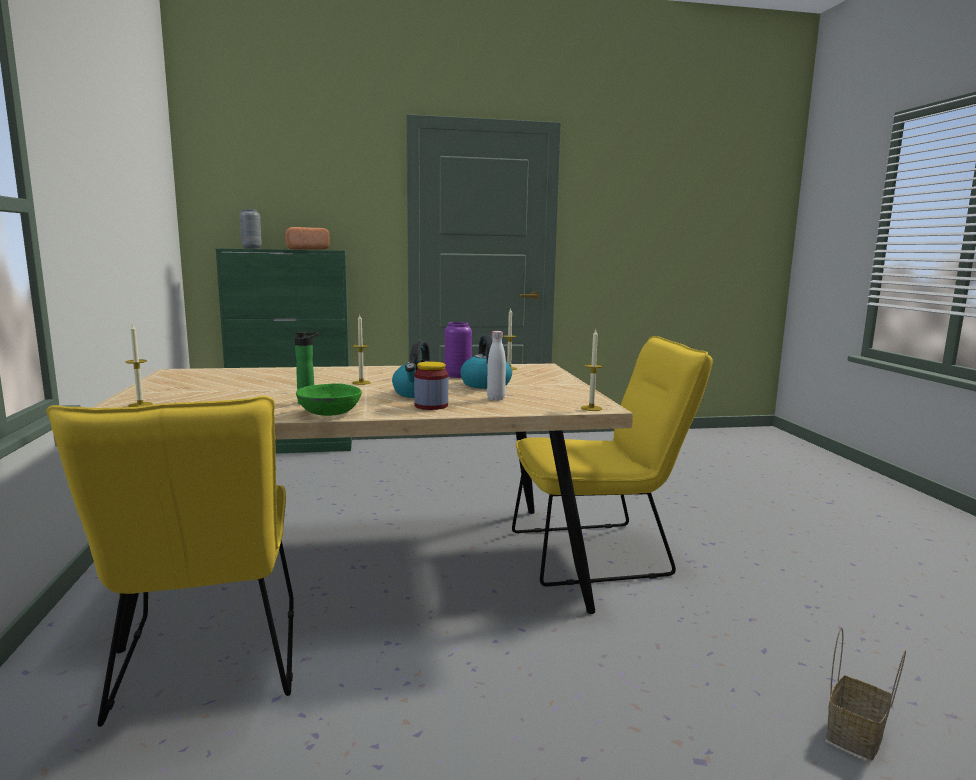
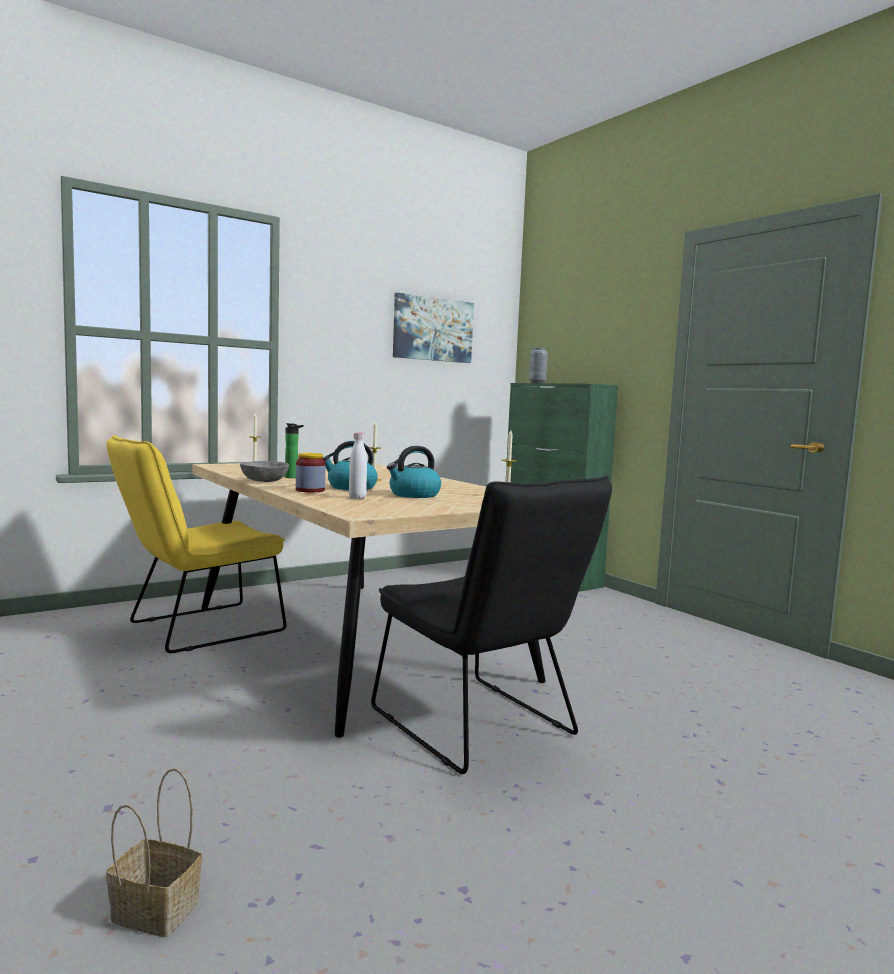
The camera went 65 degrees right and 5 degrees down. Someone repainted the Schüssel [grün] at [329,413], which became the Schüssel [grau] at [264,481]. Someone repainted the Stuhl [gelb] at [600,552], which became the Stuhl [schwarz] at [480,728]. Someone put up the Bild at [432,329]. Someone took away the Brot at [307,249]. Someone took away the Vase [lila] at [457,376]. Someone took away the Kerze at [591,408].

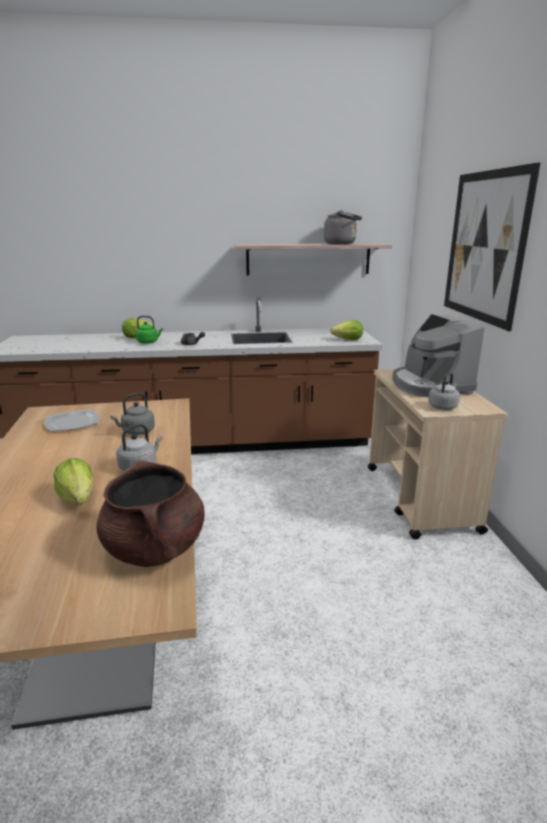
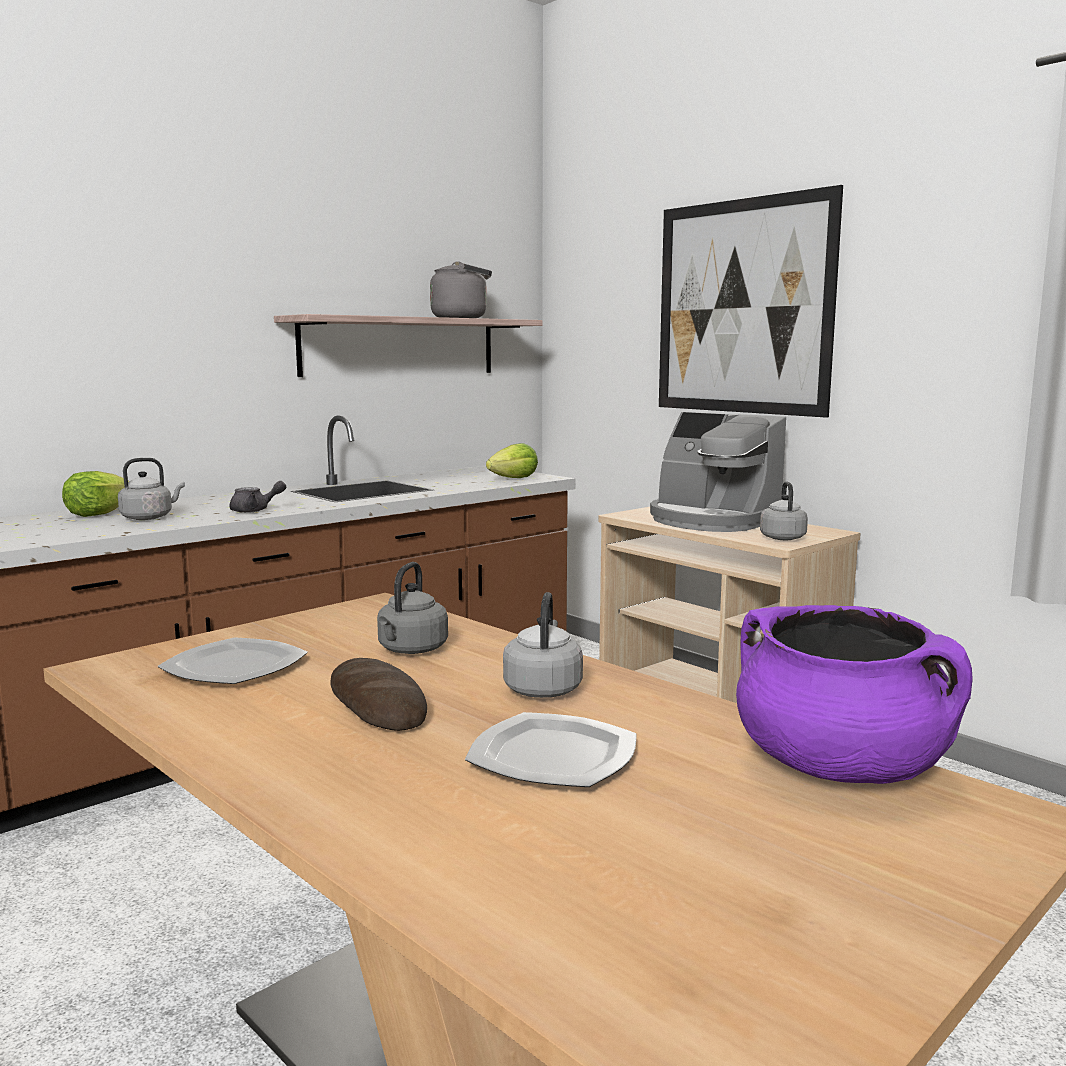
The camera went 35 degrees left and 10 degrees down. Someone repainted the Wasserkessel [grün] at [148,342], which became the Wasserkessel [grau] at [149,517]. Someone put down the Brot at [377,704]. Someone swapped the Salatkopf at [78,498] for the Teller at [552,755]. Someone repainted the Kochtopf [braun] at [155,549], which became the Kochtopf [lila] at [840,767].

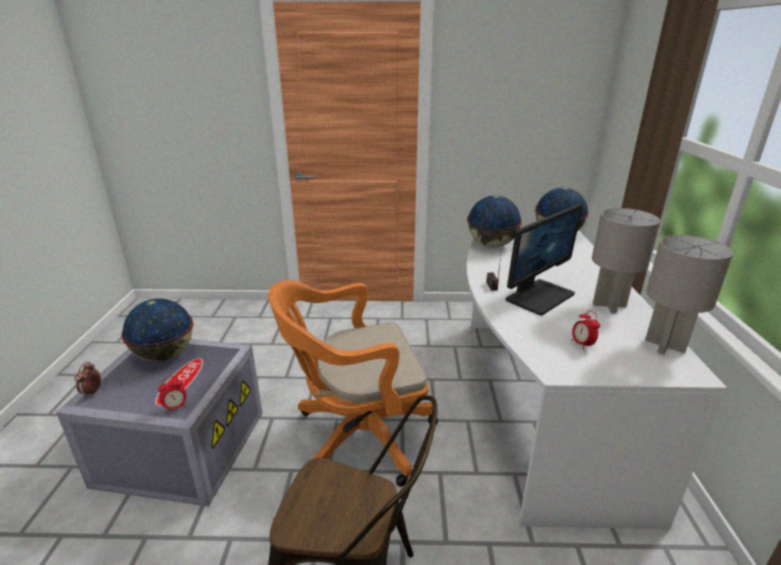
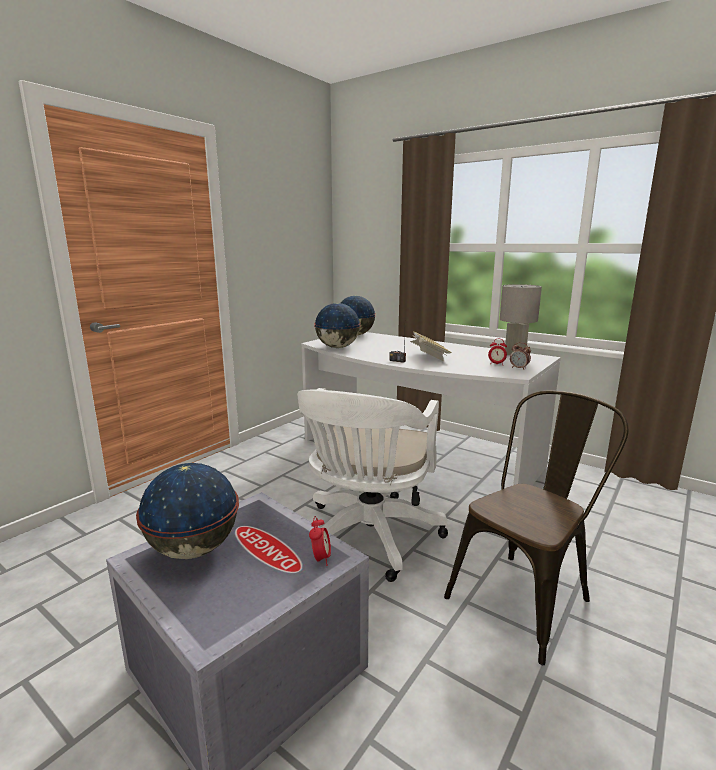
The camera went 55 degrees left and 10 degrees down. Someone repainted the Bürostuhl [orange] at [357,436], which became the Bürostuhl [weiß] at [368,538]. Someone swapped the Monitor at [539,296] for the Buch at [429,357]. Someone carried the Wecker from [92,392] to [519,368]. Someone took away the Tischlampe [grau] at [609,305].

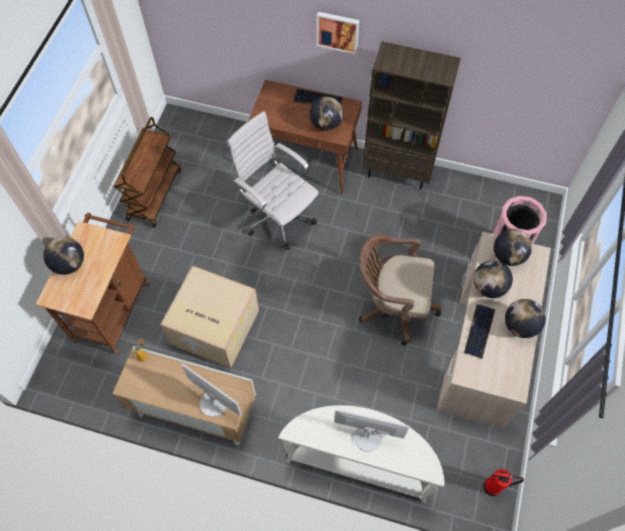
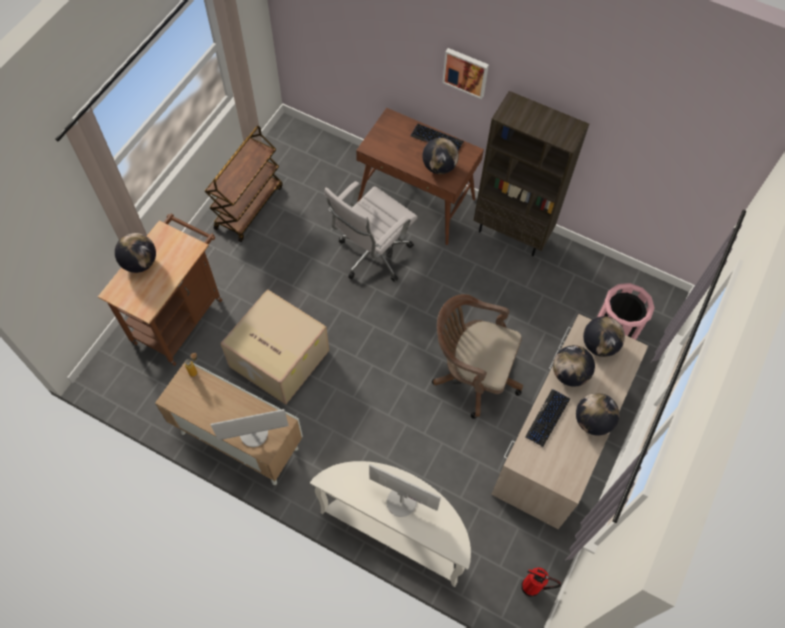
The camera went 10 degrees right and 0 degrees up. Someone rotated the Monitor at [214,402] by 120 degrees clockwise. Someone rotated the Bürostuhl [weiß] at [277,217] by 105 degrees counterclockwise.

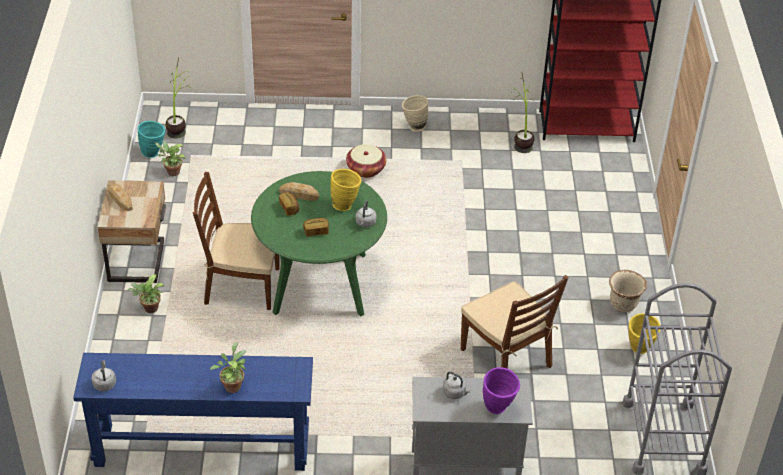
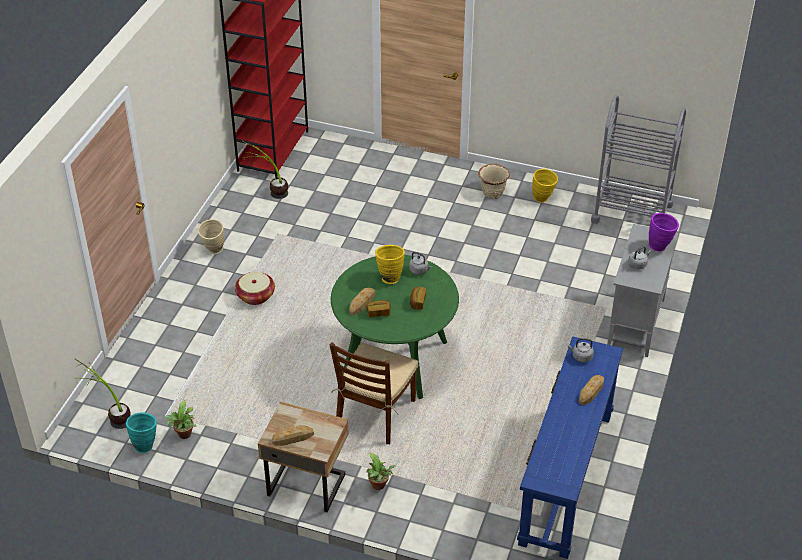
The camera went 70 degrees left and 0 degrees up. Someone carried the Wasserkessel [grau] from [104,383] to [581,357]. Someone swapped the Topfpflanze at [232,385] for the Brot at [591,391]. Someone took away the Stuhl [braun] at [506,358].

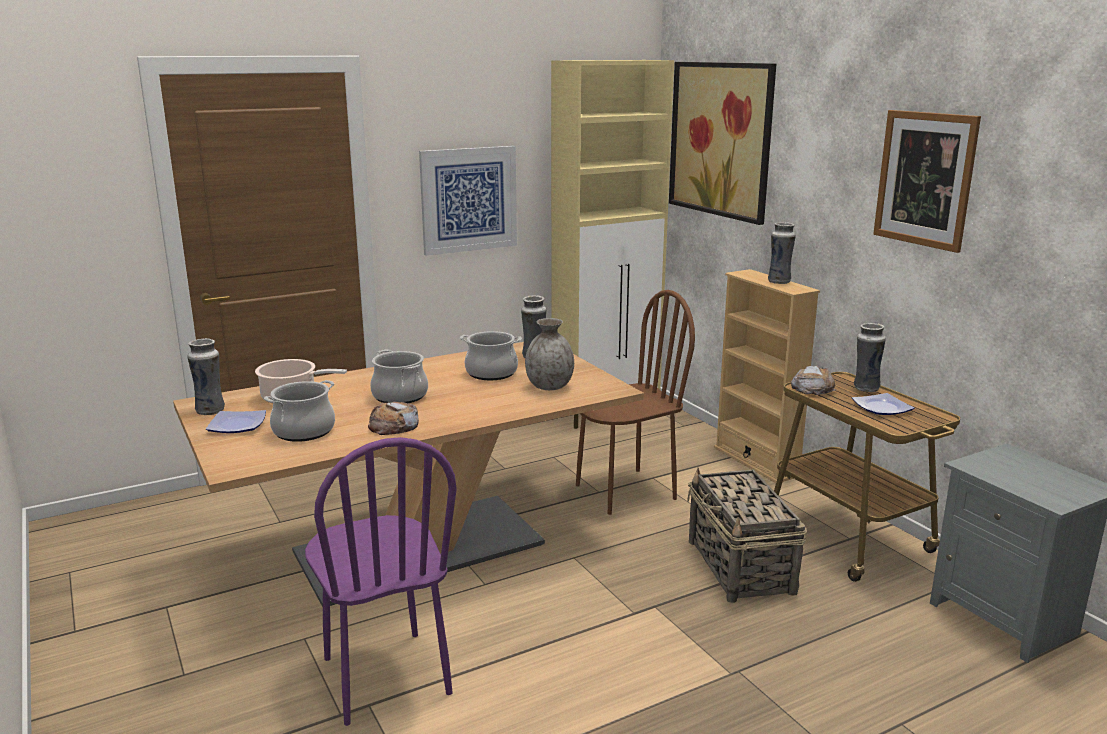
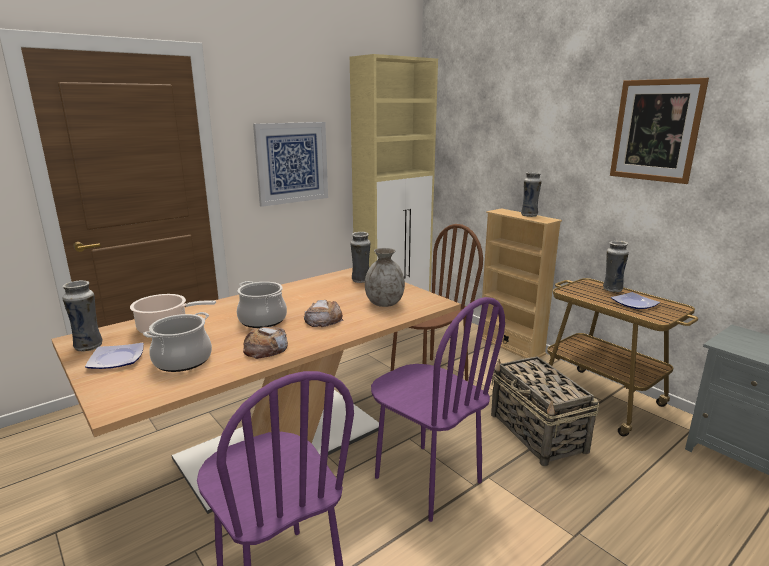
The camera went 10 degrees left and 0 degrees up. Someone carried the Brot from [812,387] to [323,319]. Someone put down the Stuhl [lila] at [427,480]. Someone took away the Kochtopf at [491,373]. Someone took away the Bild at [721,139].

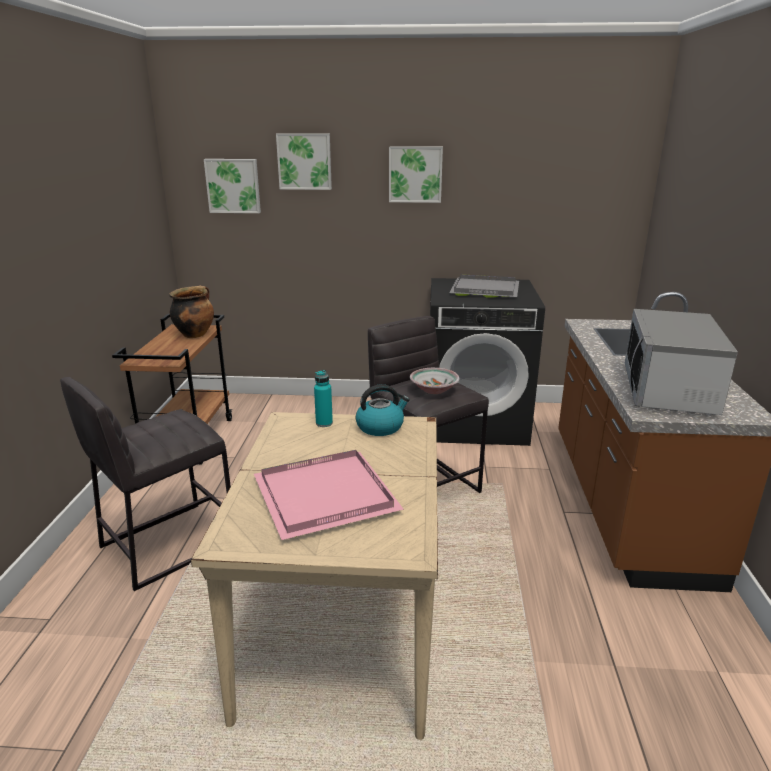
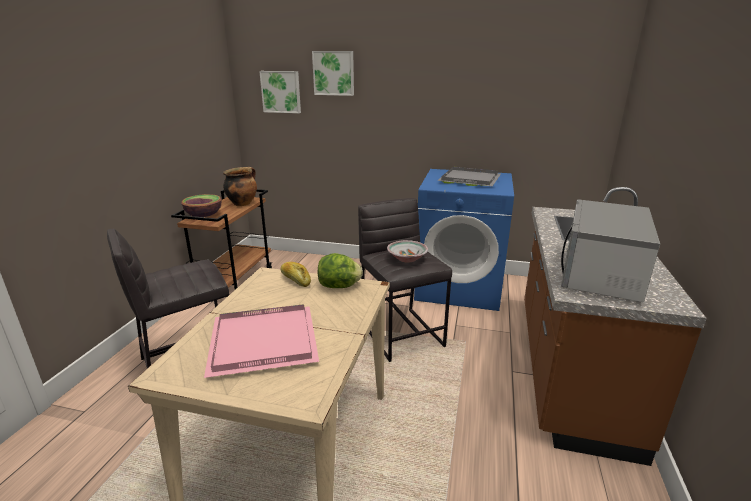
The camera went 10 degrees right and 0 degrees up. Someone put down the Schüssel at [203,215]. Someone swapped the Flasche [türkis] at [324,423] for the Brot at [295,279]. Someone swapped the Wasserkessel at [380,427] for the Salatkopf at [339,286]. Someone repainted the Waschmaschine [schwarz] at [476,421], which became the Waschmaschine [blau] at [459,287]. Someone took away the Bild at [415,174].

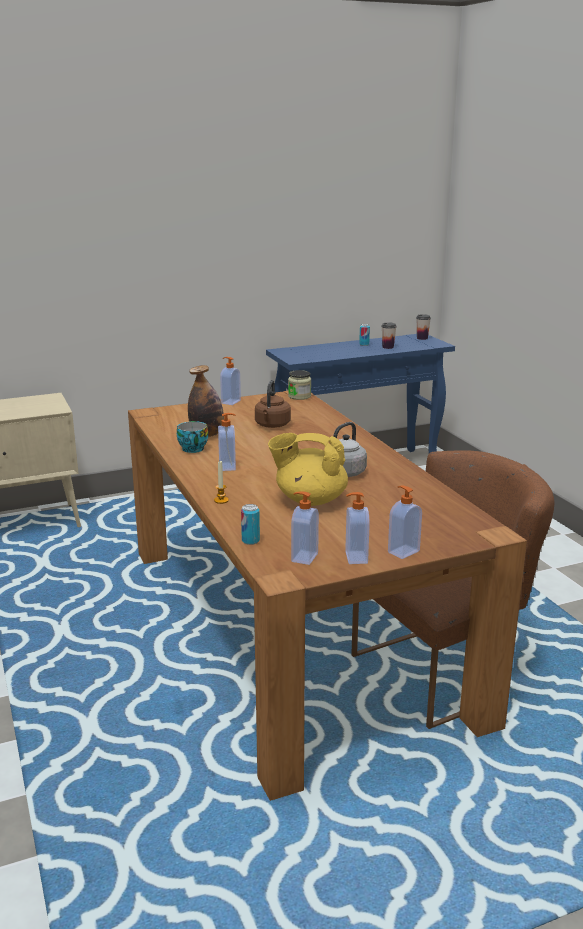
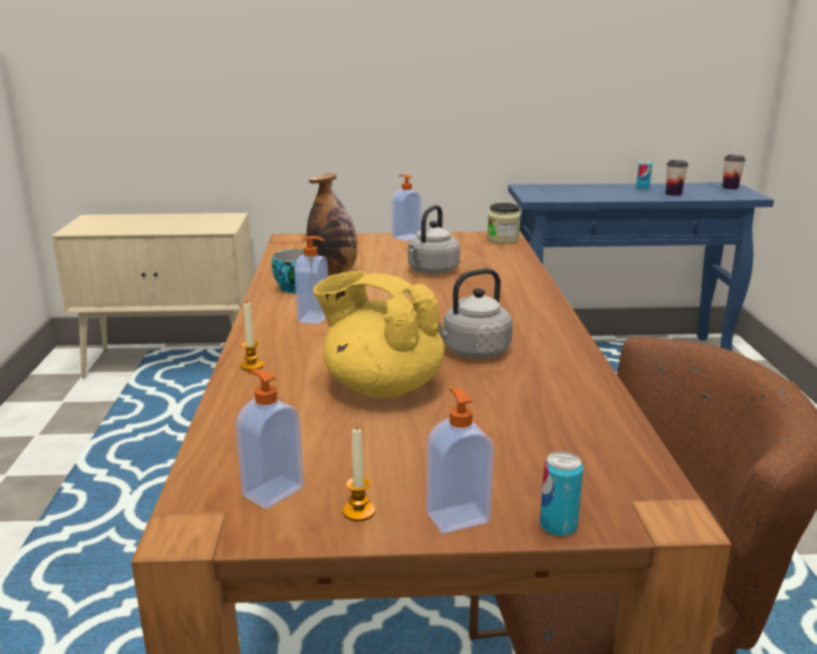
The camera went 20 degrees right and 0 degrees up. Someone swapped the Seifenspender at [355,558] for the Kerze at [359,511]. Someone repainted the Wasserkessel [braun] at [272,425], which became the Wasserkessel [grau] at [431,271]. Someone carried the Dose from [250,541] to [558,526].

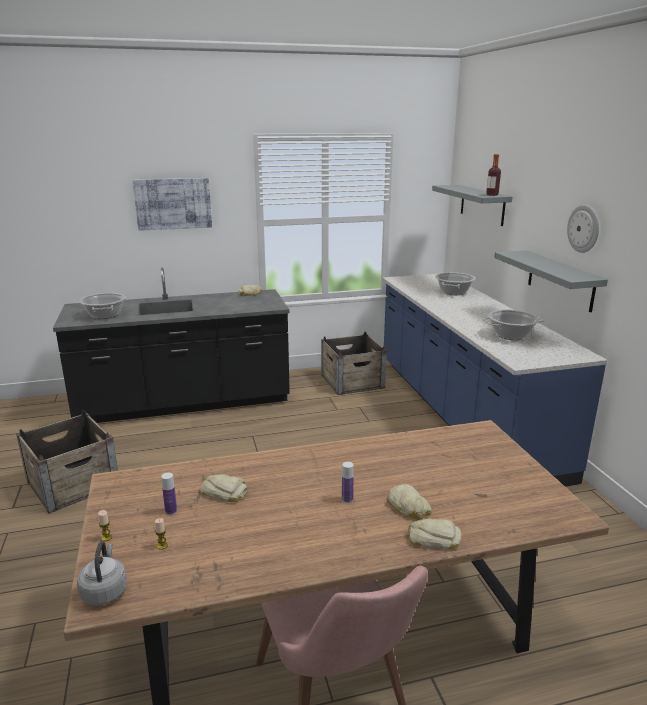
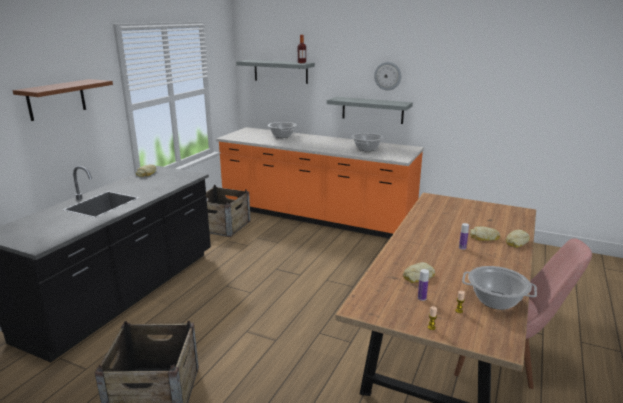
The camera went 50 degrees left and 0 degrees up. Someone swapped the Bild at [173,203] for the Wandregal [braun] at [56,99]. Someone repainted the Küchenzeile [blau] at [461,414], which became the Küchenzeile [orange] at [316,216]. Someone carried the Kochtopf from [105,315] to [495,301]. Someone took away the Wasserkessel [grau] at [105,591].

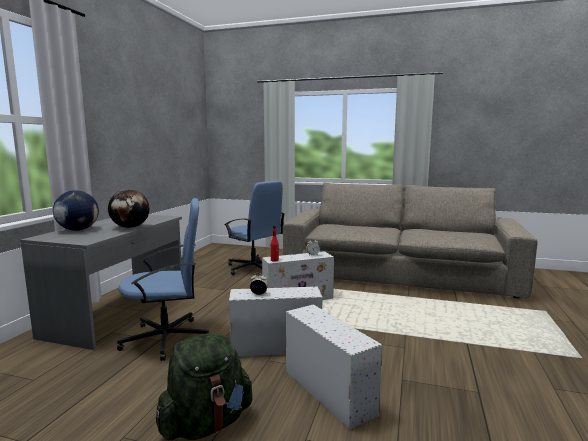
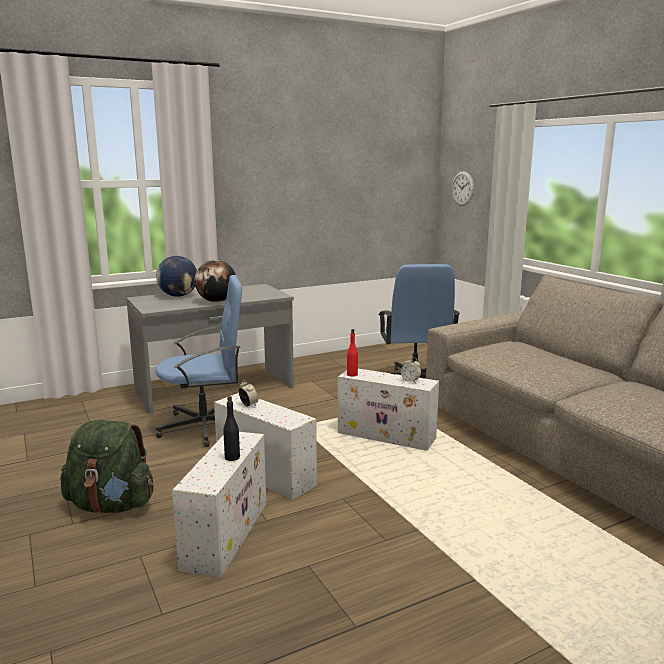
The camera went 45 degrees right and 5 degrees up. Someone rotated the Bürostuhl [blau] at [167,339] by 45 degrees counterclockwise. Someone put down the Flasche [schwarz] at [232,457]. Someone put up the Wanduhr at [462,188].

